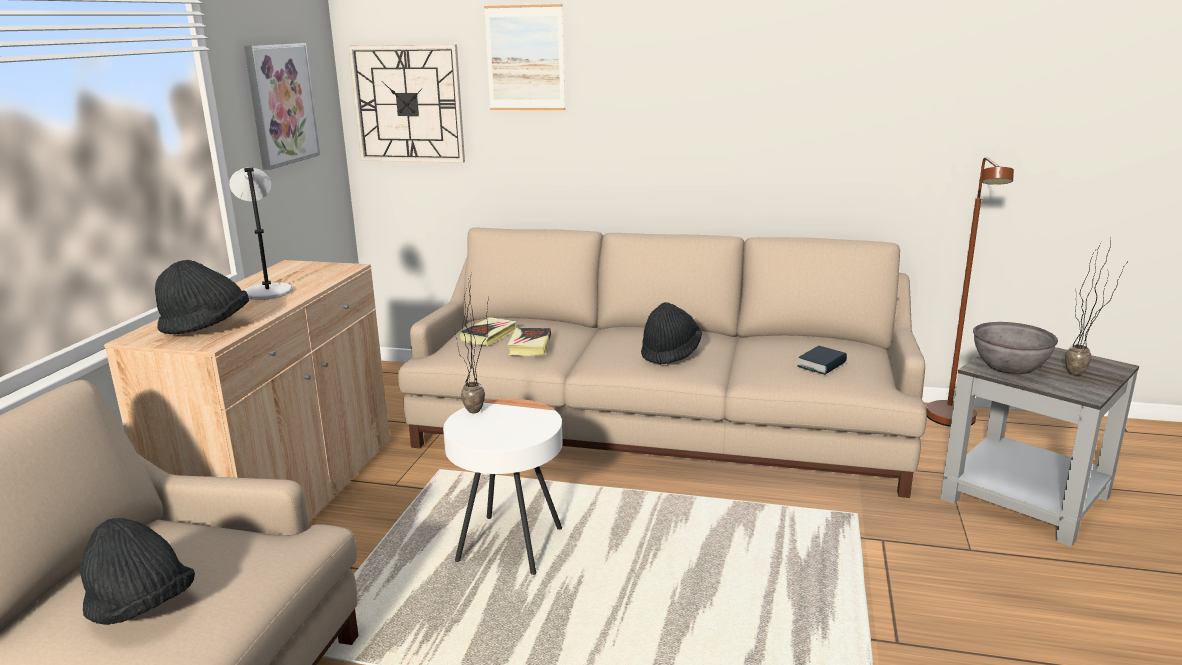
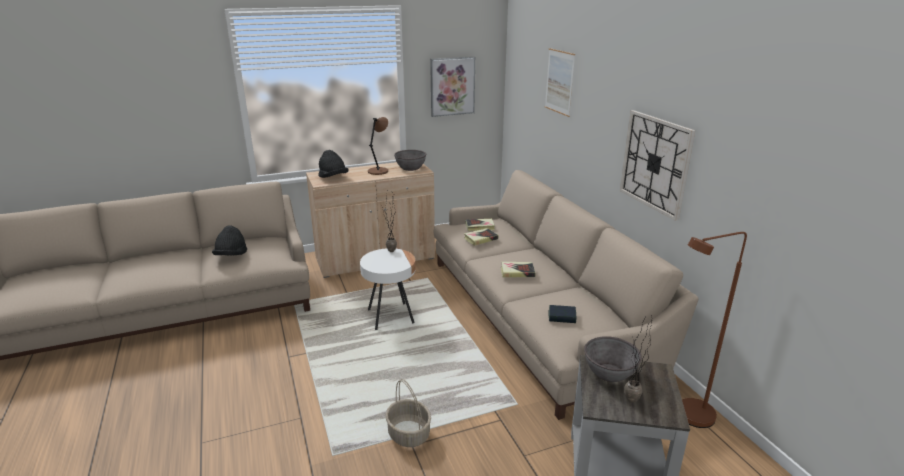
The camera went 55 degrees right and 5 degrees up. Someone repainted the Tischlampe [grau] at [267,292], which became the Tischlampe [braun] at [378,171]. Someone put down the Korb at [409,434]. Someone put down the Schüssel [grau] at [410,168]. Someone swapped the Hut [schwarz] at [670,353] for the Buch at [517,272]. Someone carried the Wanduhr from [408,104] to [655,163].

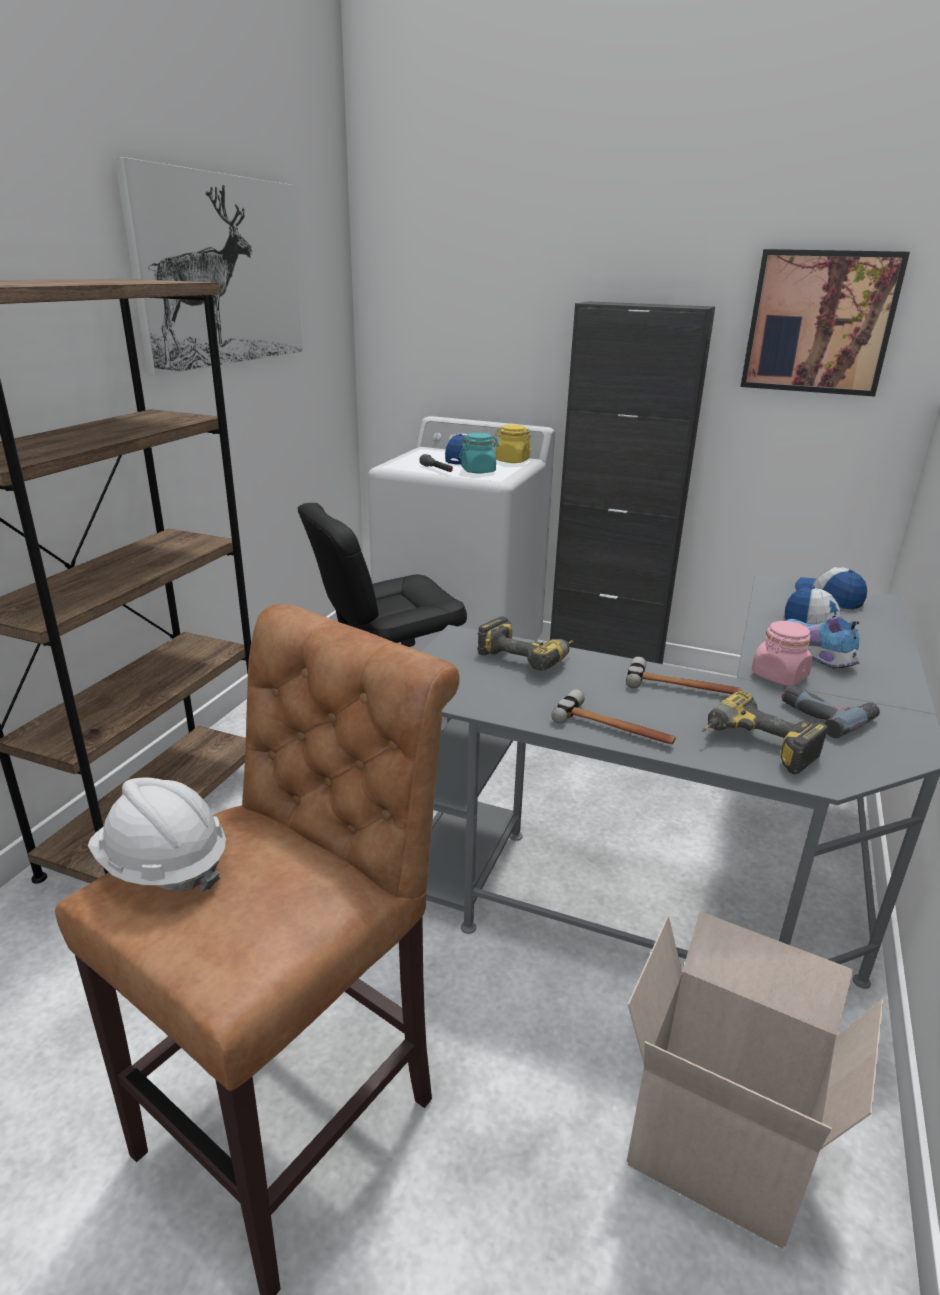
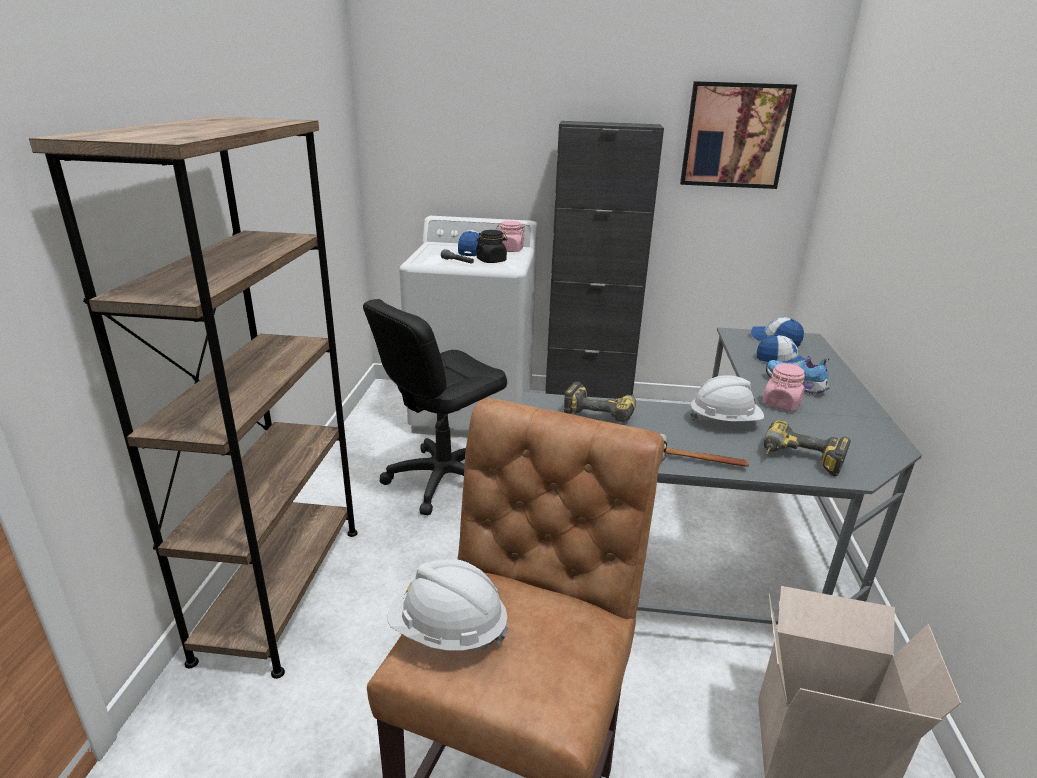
The camera went 15 degrees left and 0 degrees up. Someone repainted the Vorratsglas [türkis] at [478,471], which became the Vorratsglas [schwarz] at [491,261]. Someone repainted the Vorratsglas [gelb] at [512,461], which became the Vorratsglas [rosa] at [510,250]. Someone swapped the Hammer at [682,687] for the Schutzhelm [weiß] at [724,421]. Someone took away the Bild at [222,271]. Someone took away the Bohrmaschine at [826,714].

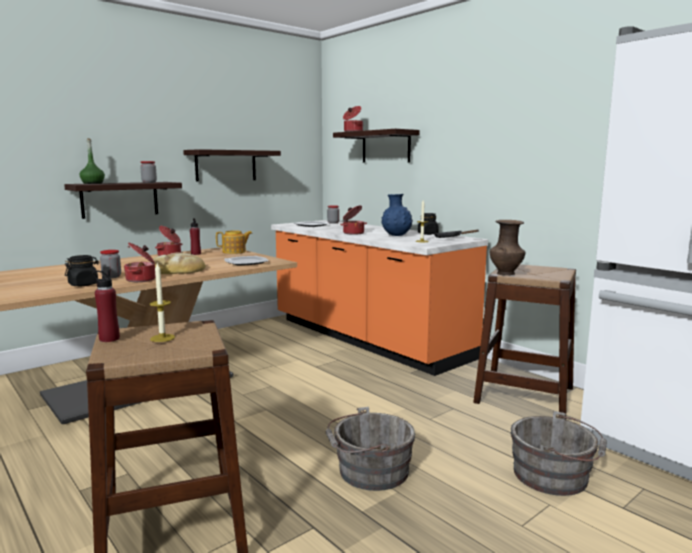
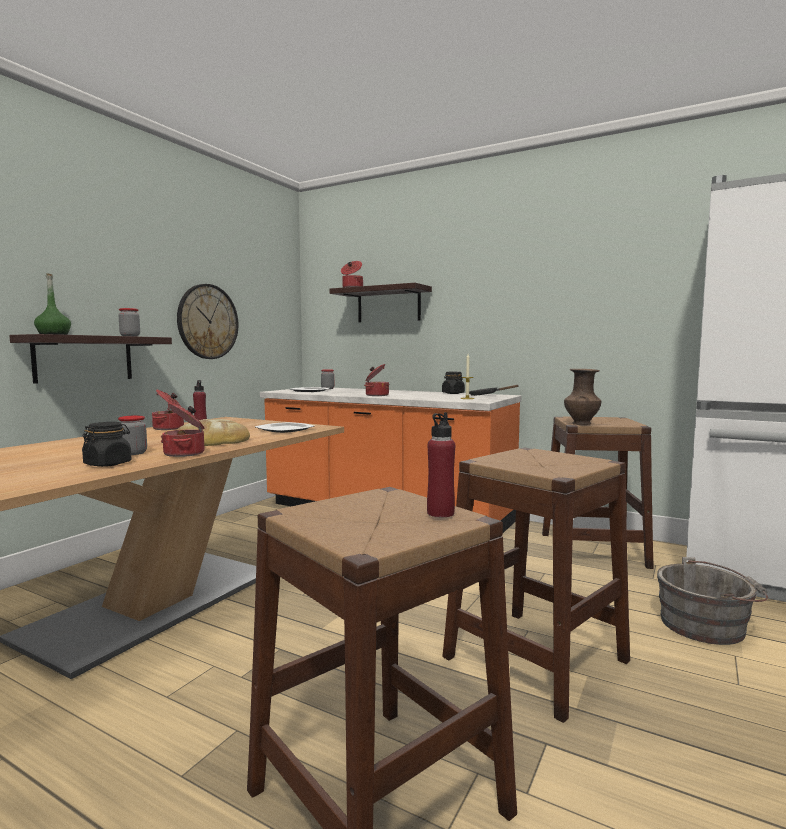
The camera went 20 degrees left and 5 degrees down. Someone swapped the Wandregal at [226,165] for the Wanduhr at [208,321]. Someone carried the Flasche [rot] from [109,339] to [440,513]. Someone swapped the Eimer [grau] at [369,471] for the Hocker [braun] at [535,658]. Someone took away the Kerze at [162,338]. Someone took away the Teekanne at [234,252]. Someone took away the Vase [blau] at [396,236].

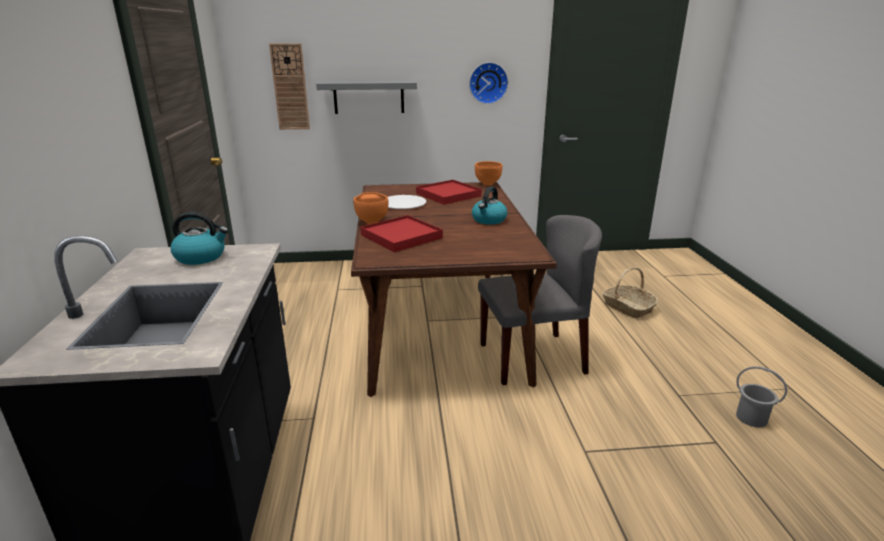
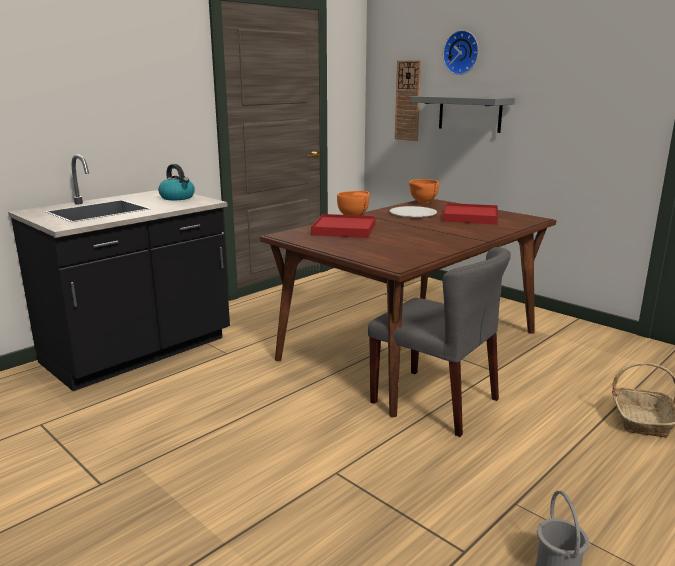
The camera went 50 degrees right and 5 degrees down. Someone carried the Schüssel [orange] from [488,184] to [422,203]. Someone carried the Wanduhr from [488,83] to [462,52]. Someone took away the Wasserkessel at [489,220].

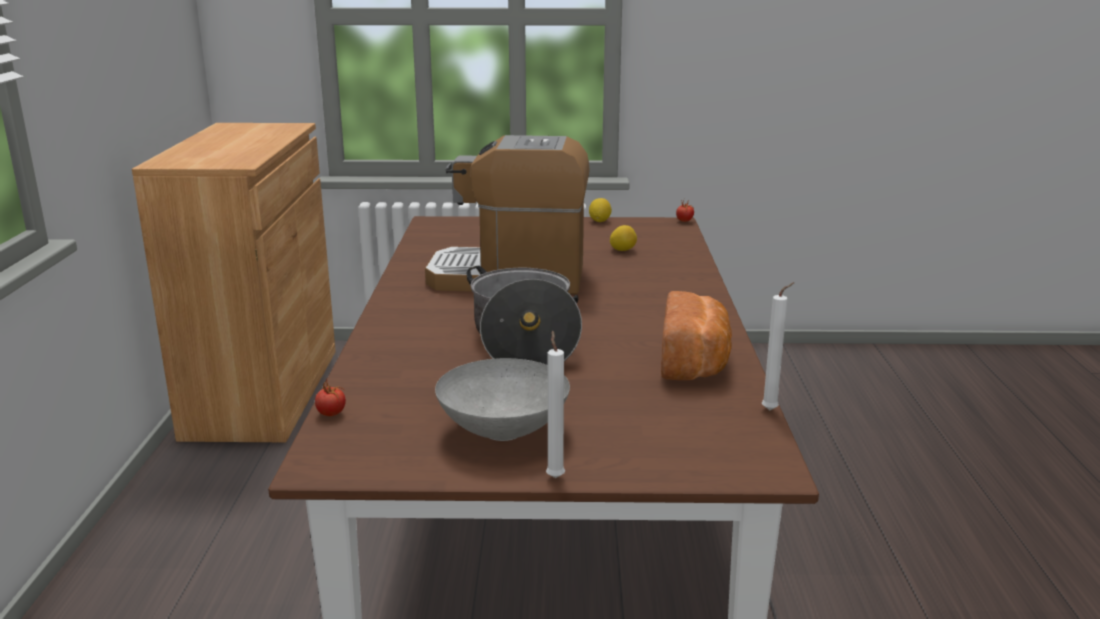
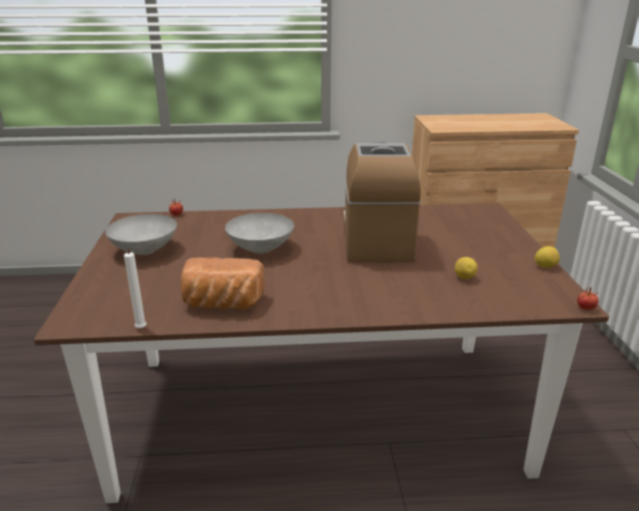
The camera went 85 degrees right and 5 degrees up. Someone swapped the Kochtopf at [523,341] for the Schüssel [grau] at [260,249]. Someone took away the Kerze [weiß] at [555,476].

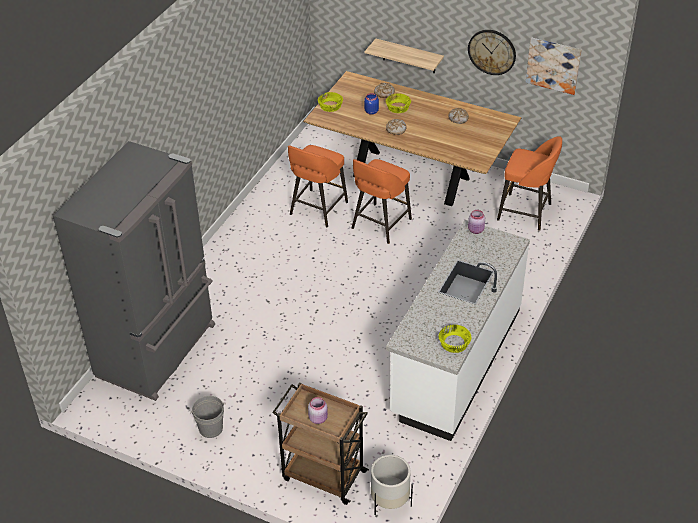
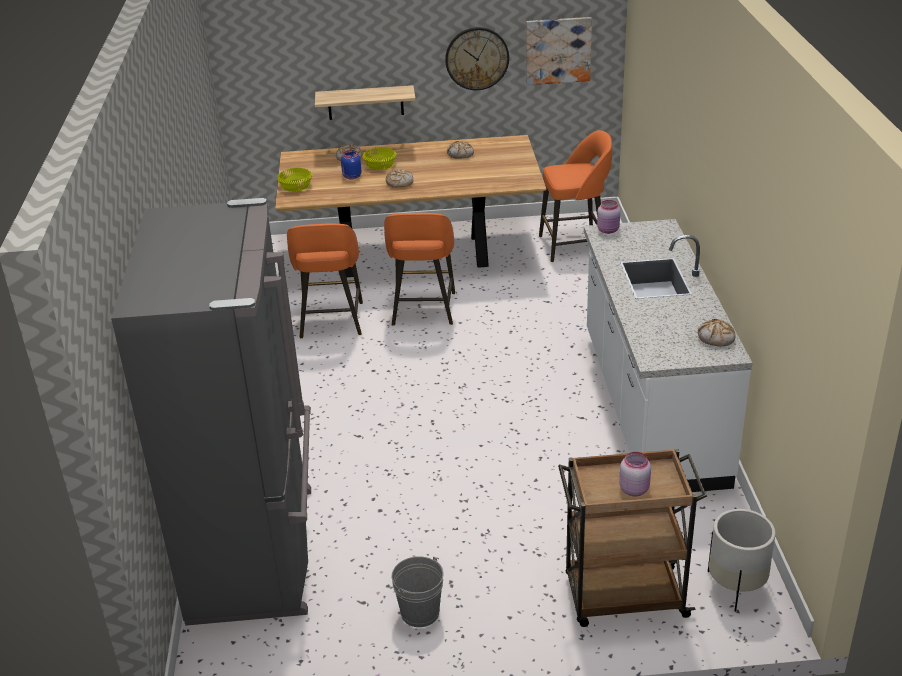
The camera went 30 degrees left and 10 degrees down. Someone swapped the Schüssel [gelb] at [455,343] for the Brot at [716,338].

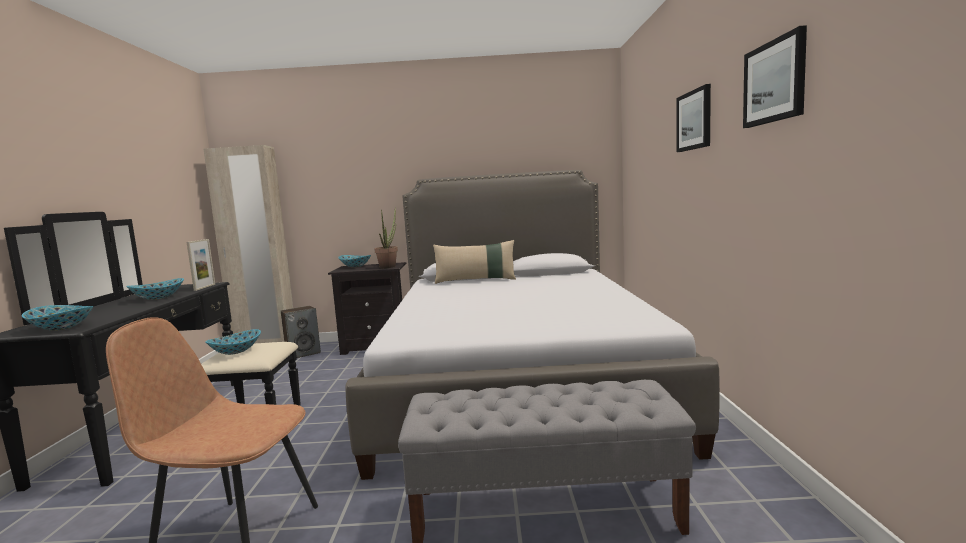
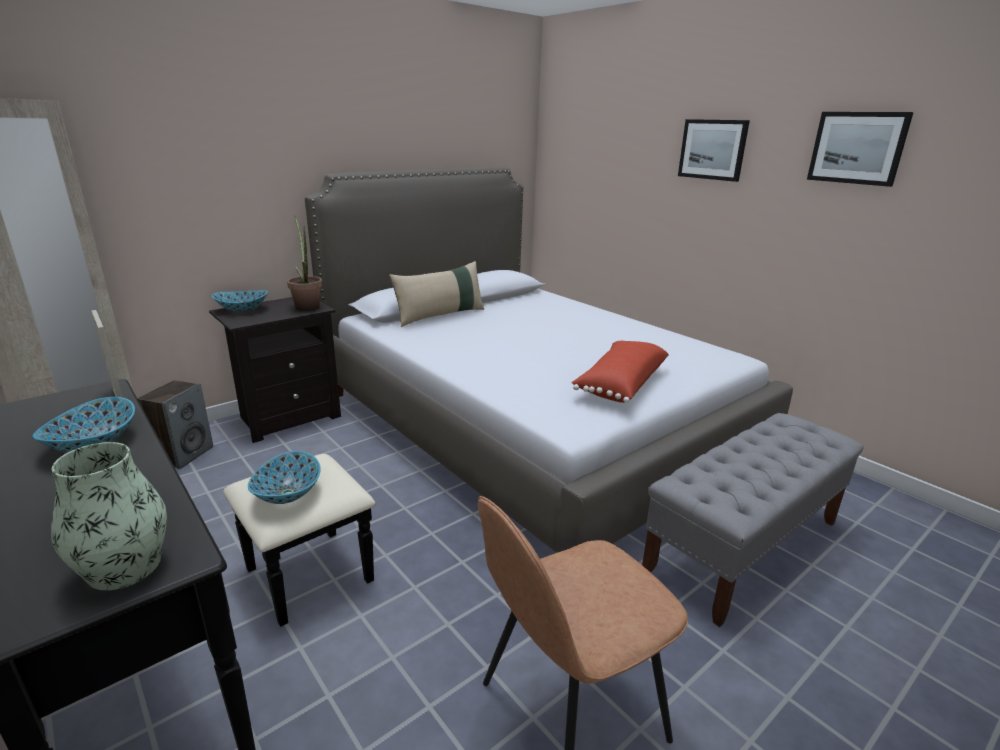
The camera went 40 degrees left and 15 degrees up. Someone swapped the Schüssel at [61,328] for the Vase at [125,567]. Someone put down the Kissen [rot] at [619,384].

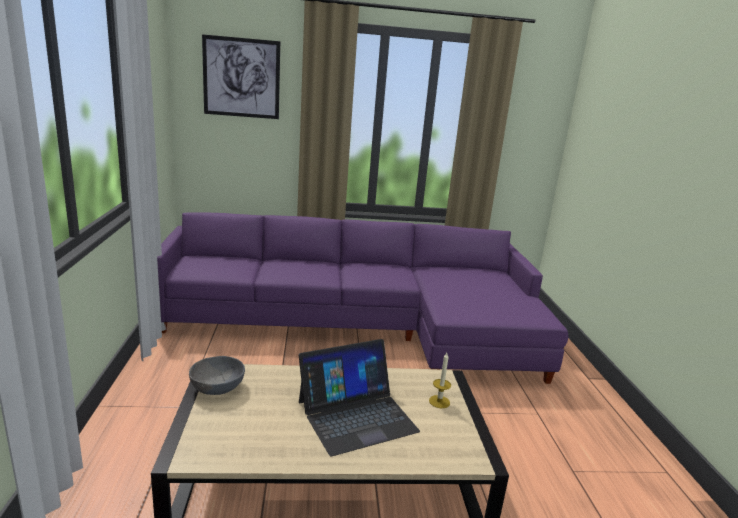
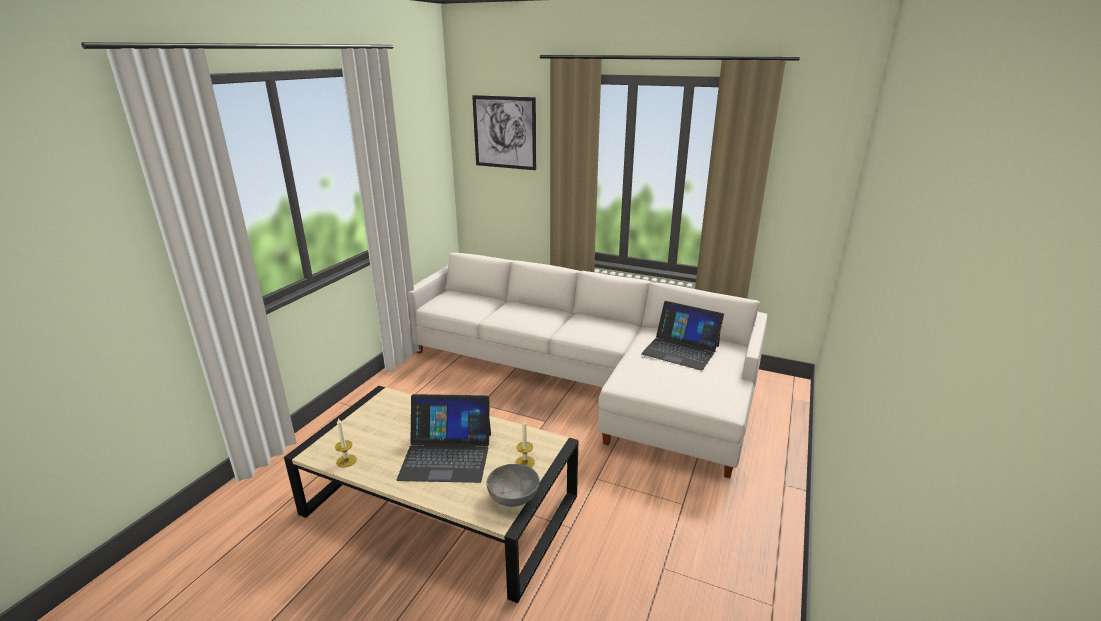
The camera went 30 degrees right and 5 degrees up. Someone put down the Kerze at [346,461]. Someone repainted the Sofa [lila] at [367,326], which became the Sofa [weiß] at [590,378]. Someone carried the Schüssel [grau] from [218,387] to [513,496]. Someone put down the Laptop at [680,350].

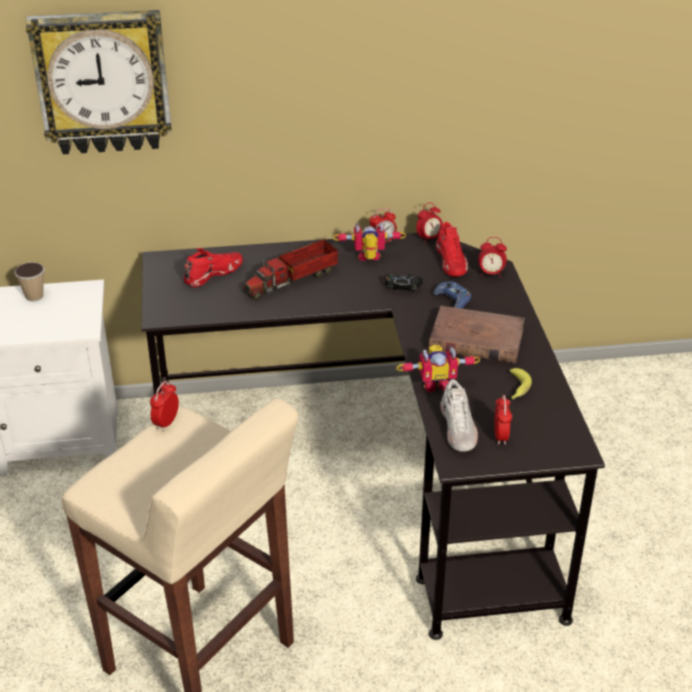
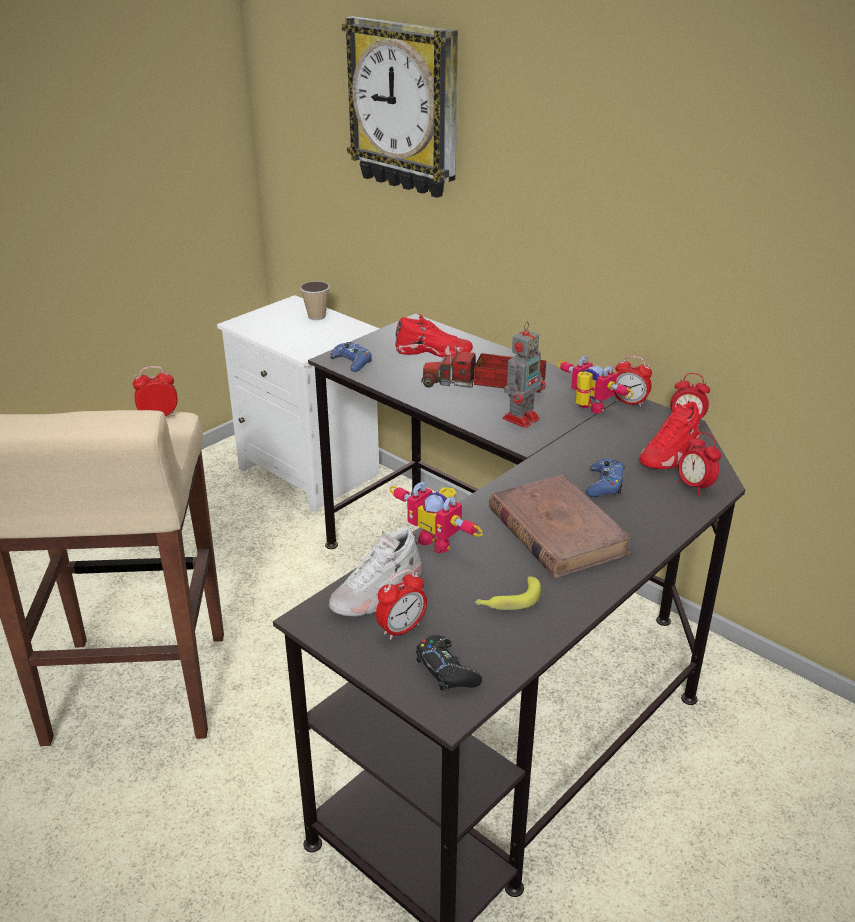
The camera went 50 degrees right and 5 degrees down. Someone put down the Gamepad [blau] at [352,362]. Someone carried the Gamepad [schwarz] from [402,286] to [446,671]. Someone put down the Spielzeugroboter at [522,418].

